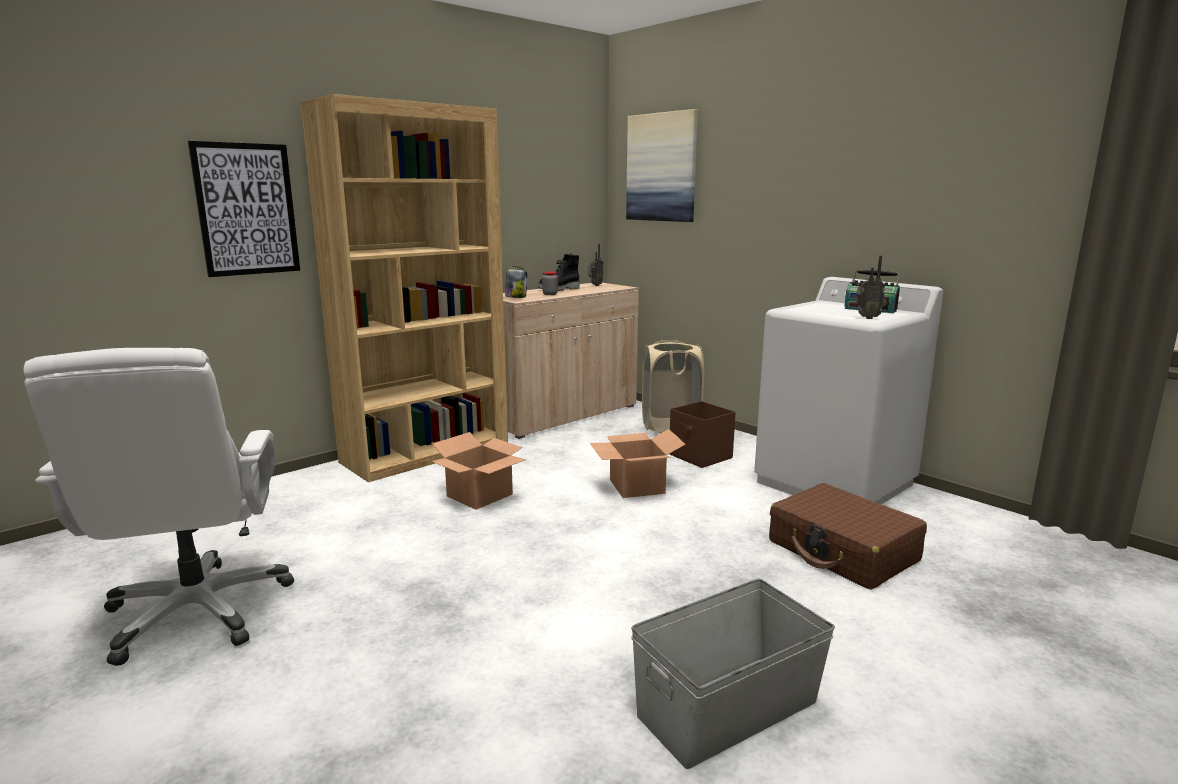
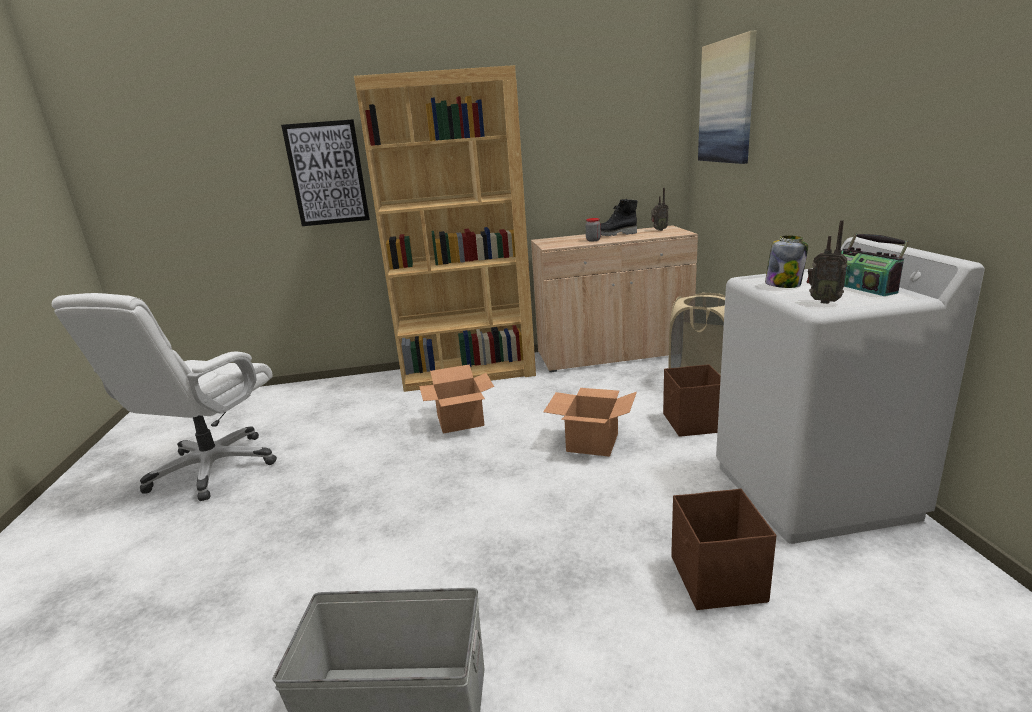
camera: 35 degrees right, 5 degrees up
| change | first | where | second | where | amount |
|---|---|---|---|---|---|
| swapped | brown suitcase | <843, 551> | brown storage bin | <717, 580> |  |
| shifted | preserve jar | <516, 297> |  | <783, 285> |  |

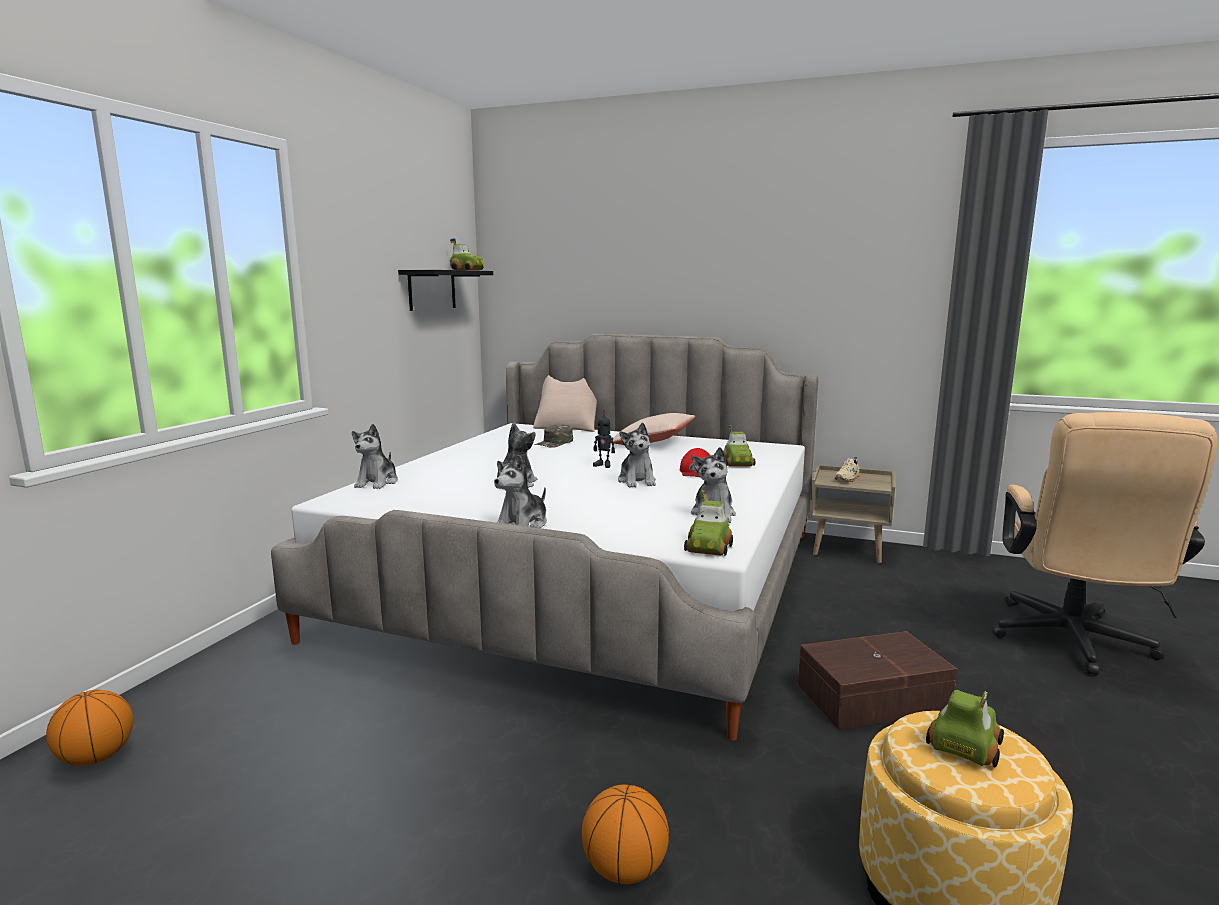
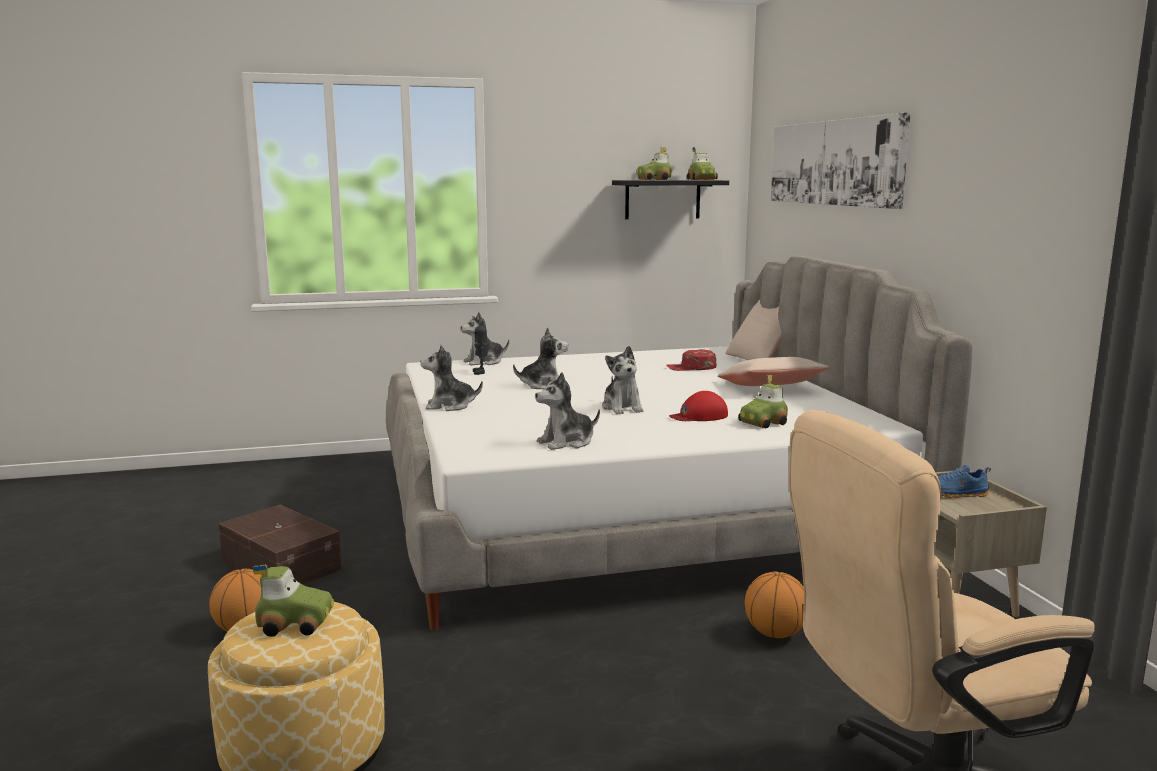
camera: 55 degrees right, 0 degrees up
| change | first | where | second | where | amount |
|---|---|---|---|---|---|
| shifted | brown storage bin | <870, 697> |  | <282, 564> |  |
| shifted | toy robot | <603, 465> |  | <480, 372> |  |
| rotated | plush toy | <637, 481> |  | <622, 408> | 60 degrees counterclockwise |
| shifted | miniature car | <709, 548> |  | <654, 180> |  |
| repainted | greenish baseball cap | <554, 443> | red baseball cap | <691, 368> |  |
| shifted | basketball | <96, 758> |  | <775, 633> |  |
| new |  |  | wall picture | <833, 162> |  |
| repainted | beige low shoe | <847, 479> | bluish low shoe | <955, 494> |  |

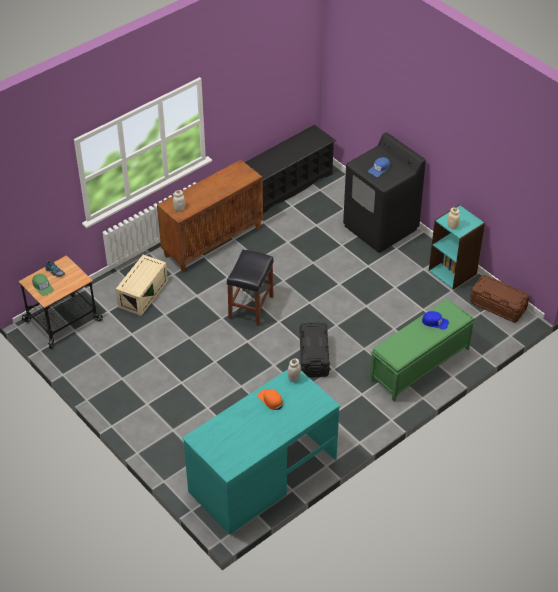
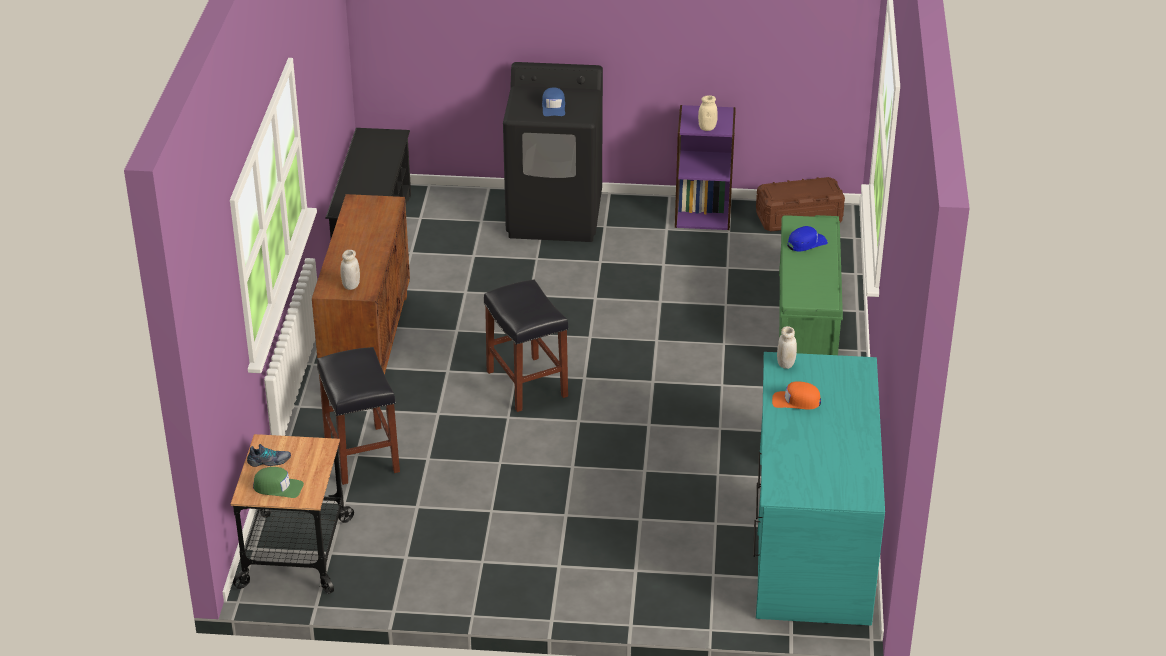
camera: 45 degrees left, 10 degrees down
| change | first | where | second | where | amount |
|---|---|---|---|---|---|
| swapped | beige storage bin | <142, 293> | blackish stool | <360, 454> |  |
| repainted | turquoise shelving unit | <453, 272> | purple-coloured shelving unit | <703, 214> |  |
| gone | blackish storage bin | <314, 357> |  |  |  |

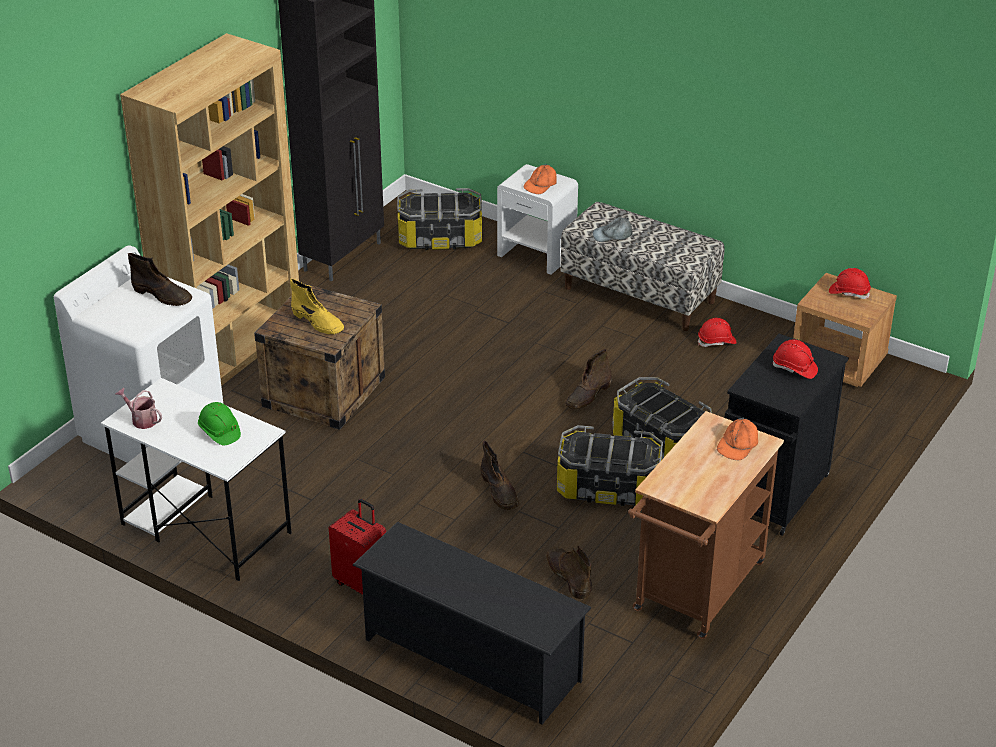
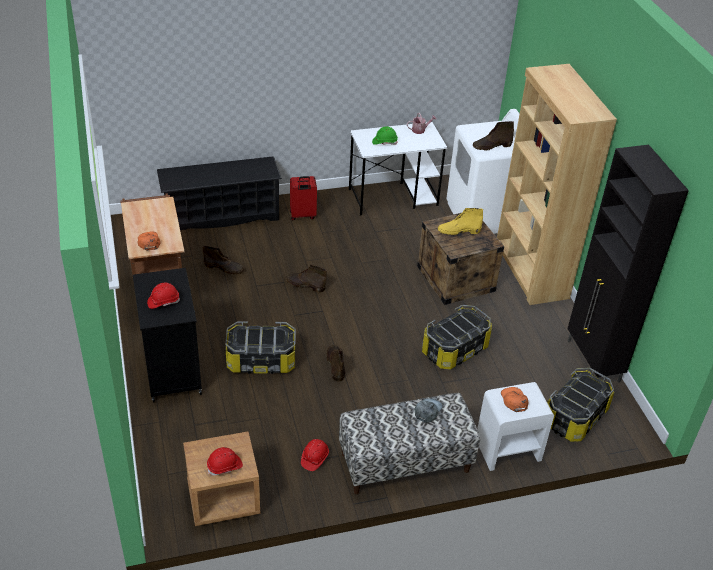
camera: 130 degrees right, 5 degrees up
| change | first | where | second | where | amount |
|---|---|---|---|---|---|
| shifted | storage bin | <608, 488> |  | <454, 349> |  |

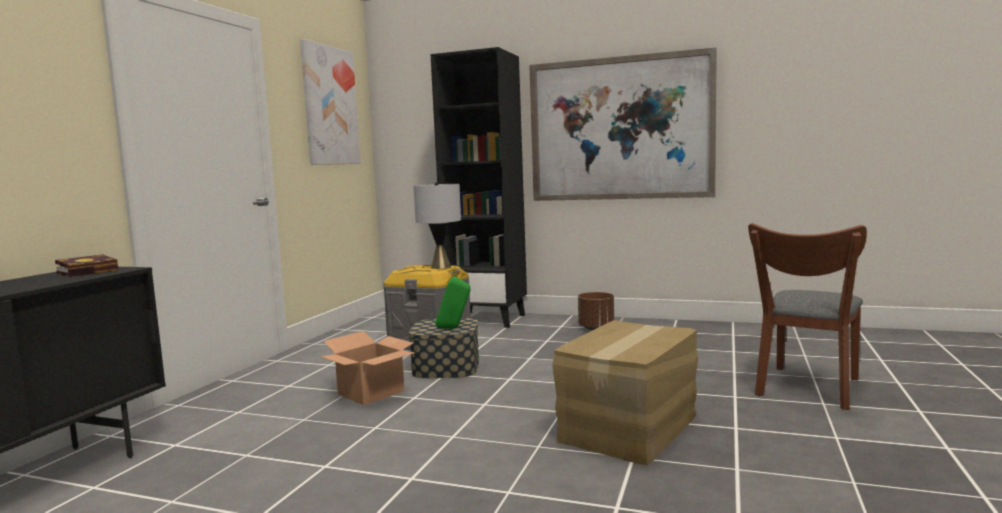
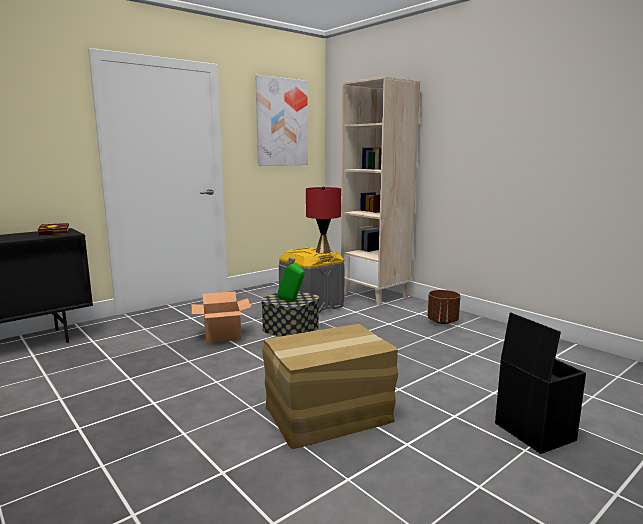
camera: 30 degrees right, 5 degrees up
| change | first | where | second | where | amount |
|---|---|---|---|---|---|
| repainted | gray lamp for a table | <440, 267> | red lamp for a table | <323, 251> |  |
| repainted | blackish shelving unit | <488, 319> | beige shelving unit | <375, 295> |  |
| swapped | brown upright chair | <807, 389> | blackish storage bin | <532, 431> |  |
| gone | wall picture | <620, 129> |  |  |  |

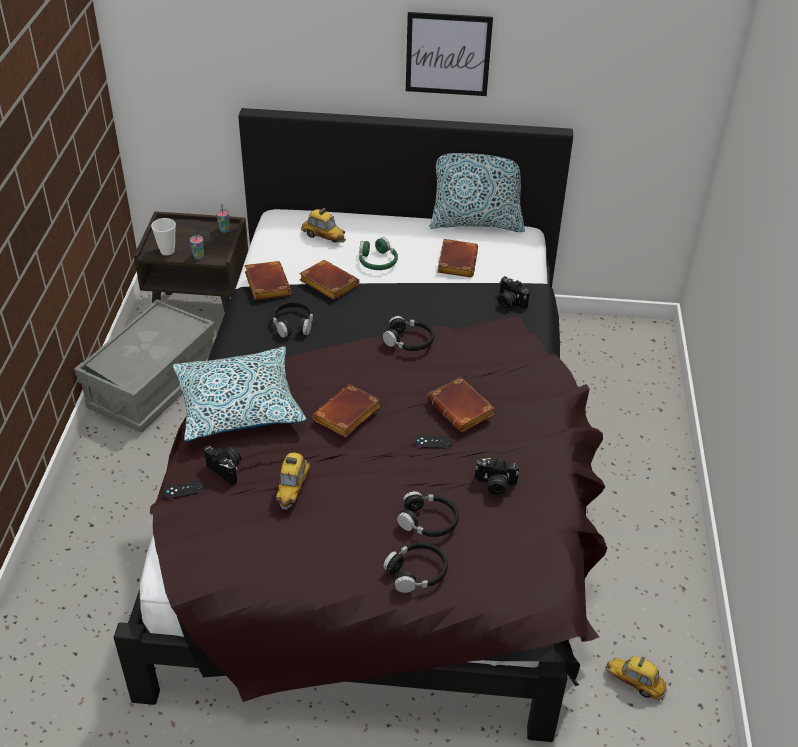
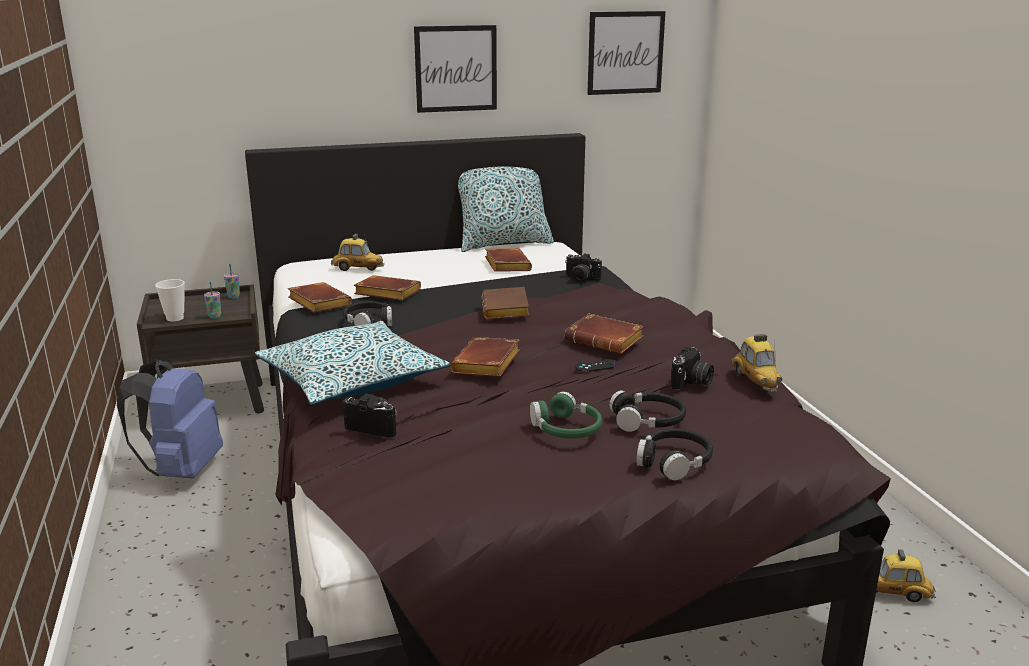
camera: 20 degrees left, 20 degrees down
| change | first | where | second | where | amount |
|---|---|---|---|---|---|
| swapped | gray storage bin | <153, 385> | bluish rucksack | <181, 470> |  |
| swapped | blackish headphones | <409, 341> | brown bound book | <507, 310> |  |
| shifted | greenish headphones | <377, 261> |  | <566, 429> |  |
| new |  |  | wall picture | <625, 53> |  |
| rotated | photo camera | <495, 485> |  | <692, 382> | 45 degrees counterclockwise |
| shifted | miniature car | <293, 488> |  | <755, 381> |  |
| gone | blackish game controller | <183, 489> |  |  |  |

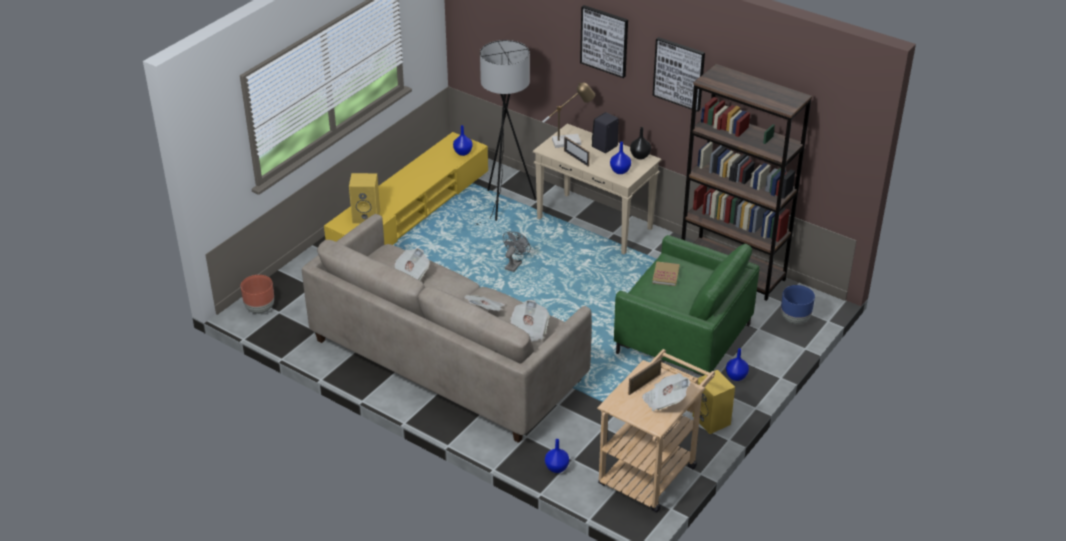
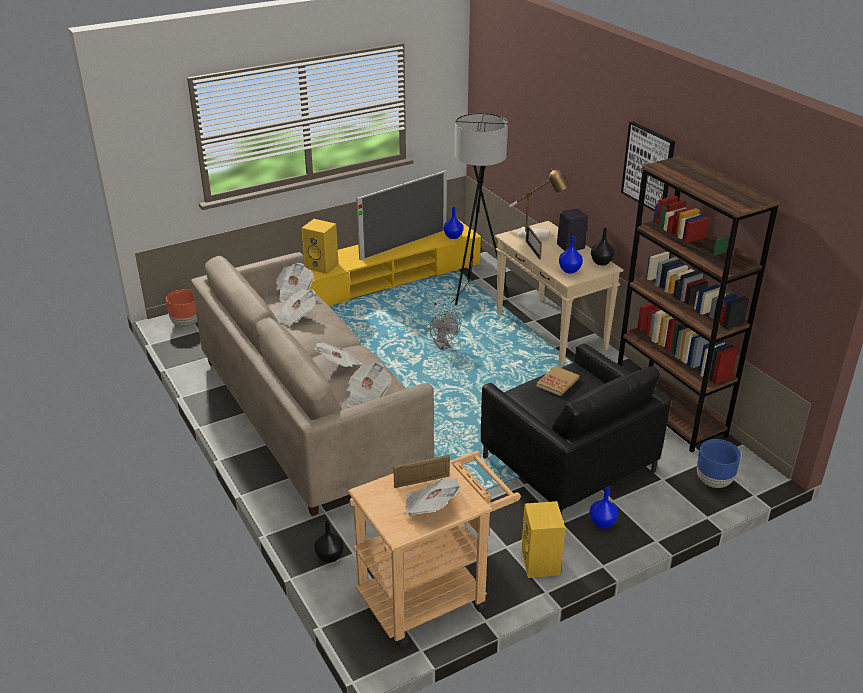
camera: 25 degrees right, 5 degrees down
| change | first | where | second | where | amount |
|---|---|---|---|---|---|
| new |  |  | daily paper | <294, 292> |  |
| repainted | bluish flower vase | <556, 468> | blackish flower vase | <329, 556> |  |
| new |  |  | TV set | <404, 244> |  |
| rotated | gray fan | <514, 264> |  | <443, 346> | 105 degrees clockwise |
| repainted | greenish easy chair | <683, 339> | blackish easy chair | <568, 465> |  |
| gone | wall picture | <604, 40> |  |  |  |

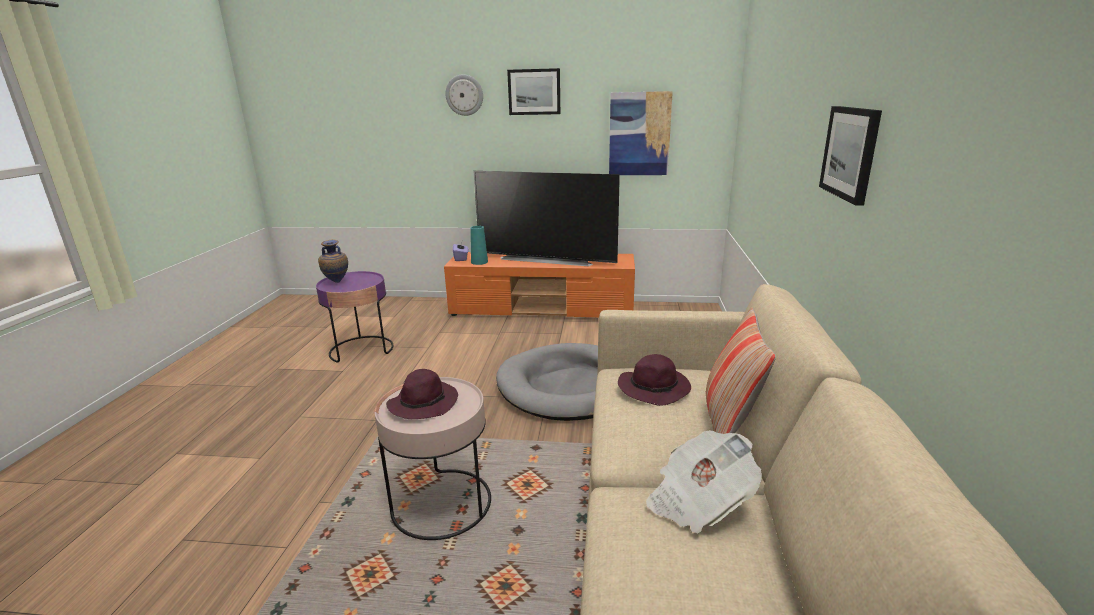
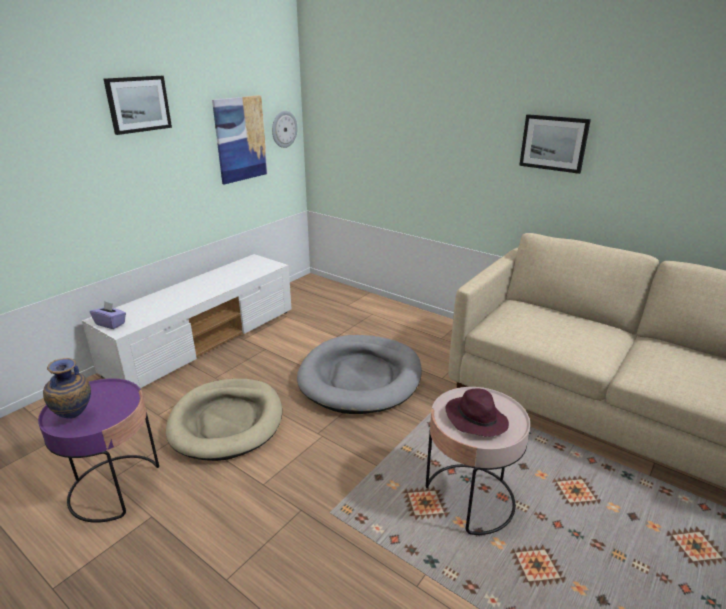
camera: 60 degrees left, 5 degrees up
| change | first | where | second | where | amount |
|---|---|---|---|---|---|
| repainted | orangey tv unit | <543, 309> | white tv unit | <205, 340> |  |
| new |  |  | beige dog cushion | <227, 421> |  |
| shifted | hanging clock | <464, 95> |  | <284, 129> |  |
| gone | turquoise flower vase | <479, 262> |  |  |  |
| gone | TV set | <547, 259> |  |  |  |
| gone | purple-coloured hat | <655, 388> |  |  |  |
| gone | daily paper | <698, 501> |  |  |  |
| gone | cushion | <729, 423> |  |  |  |

